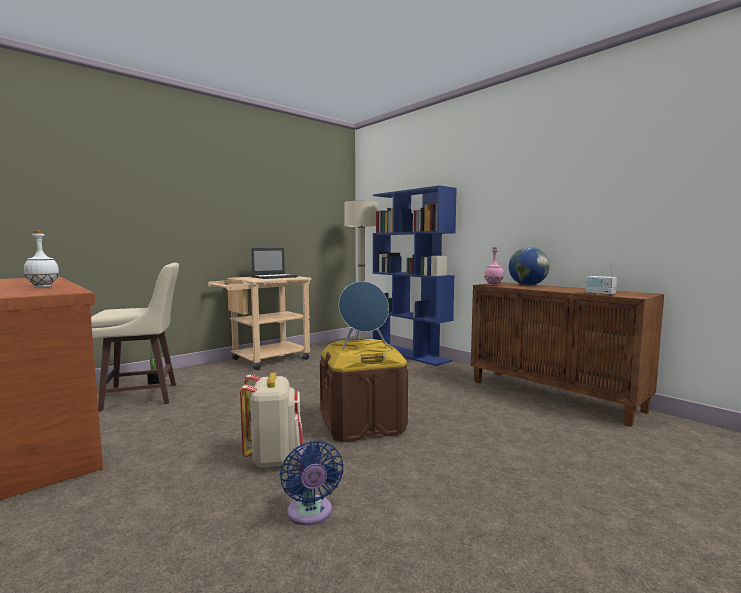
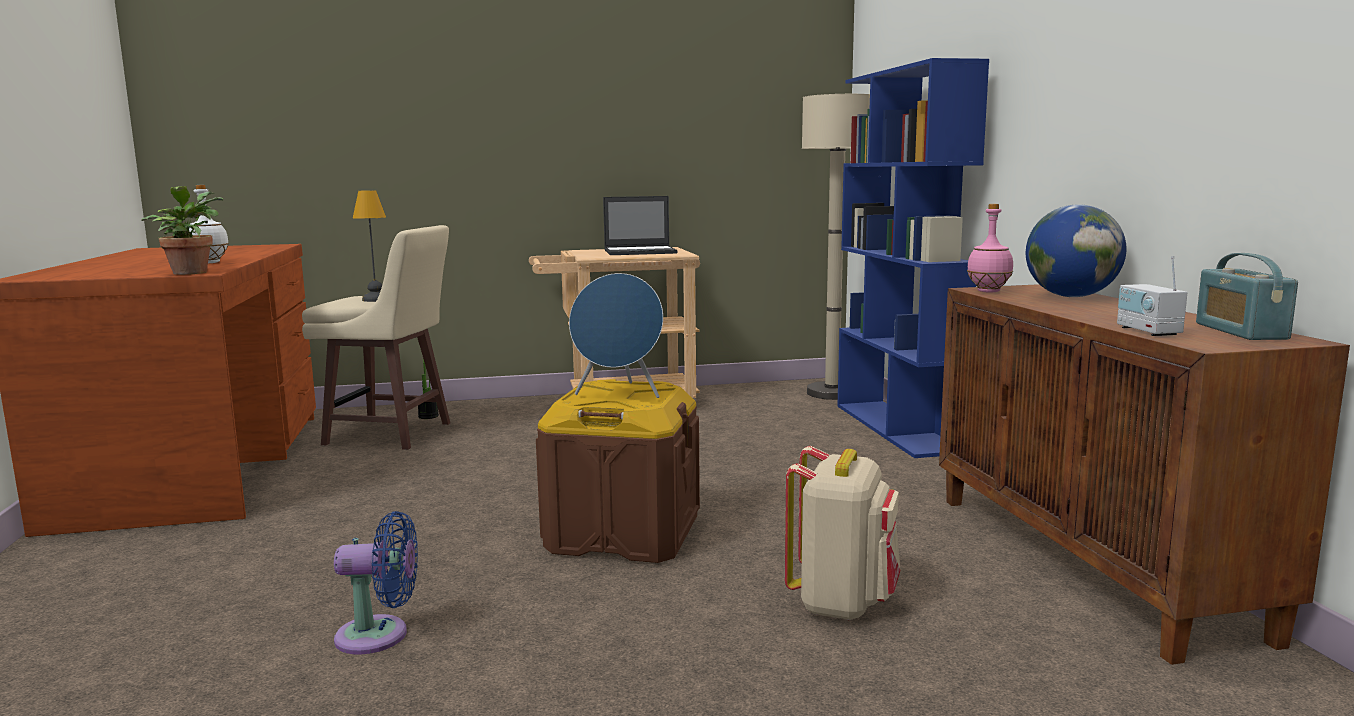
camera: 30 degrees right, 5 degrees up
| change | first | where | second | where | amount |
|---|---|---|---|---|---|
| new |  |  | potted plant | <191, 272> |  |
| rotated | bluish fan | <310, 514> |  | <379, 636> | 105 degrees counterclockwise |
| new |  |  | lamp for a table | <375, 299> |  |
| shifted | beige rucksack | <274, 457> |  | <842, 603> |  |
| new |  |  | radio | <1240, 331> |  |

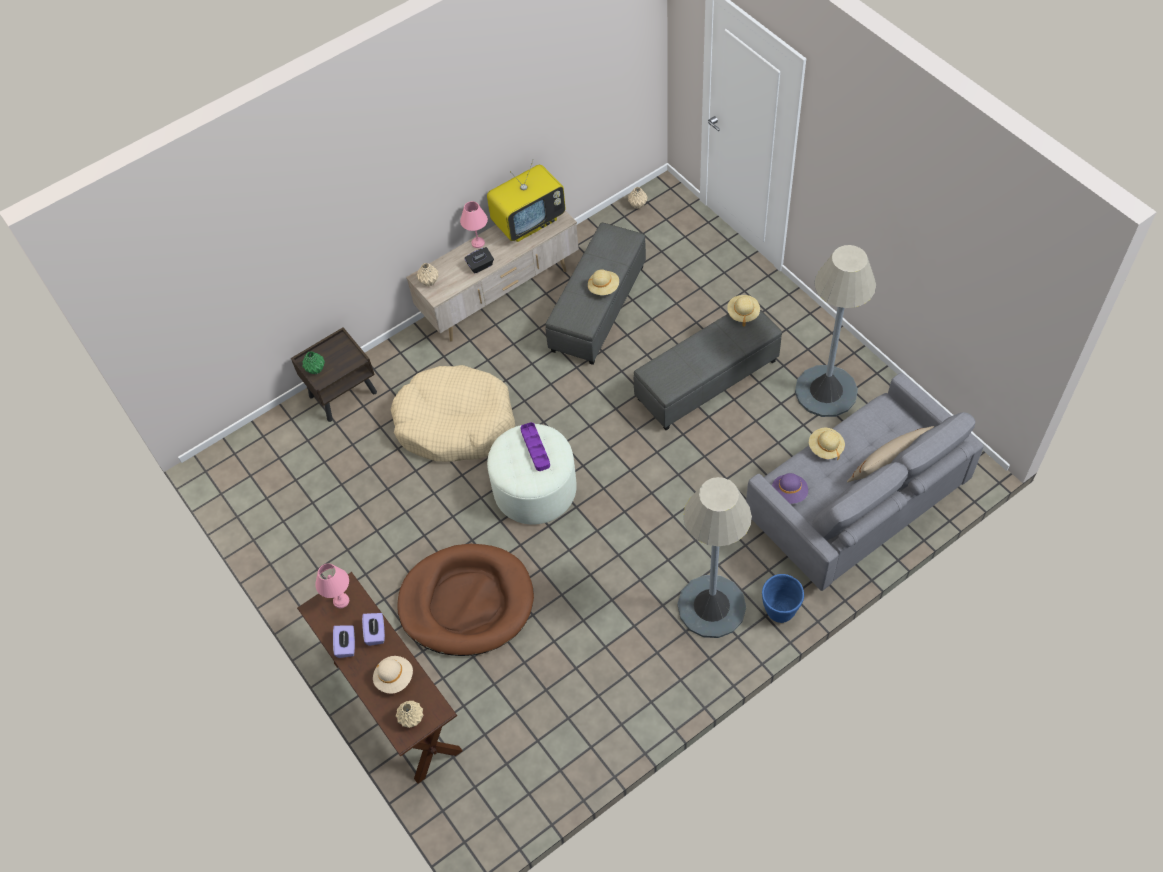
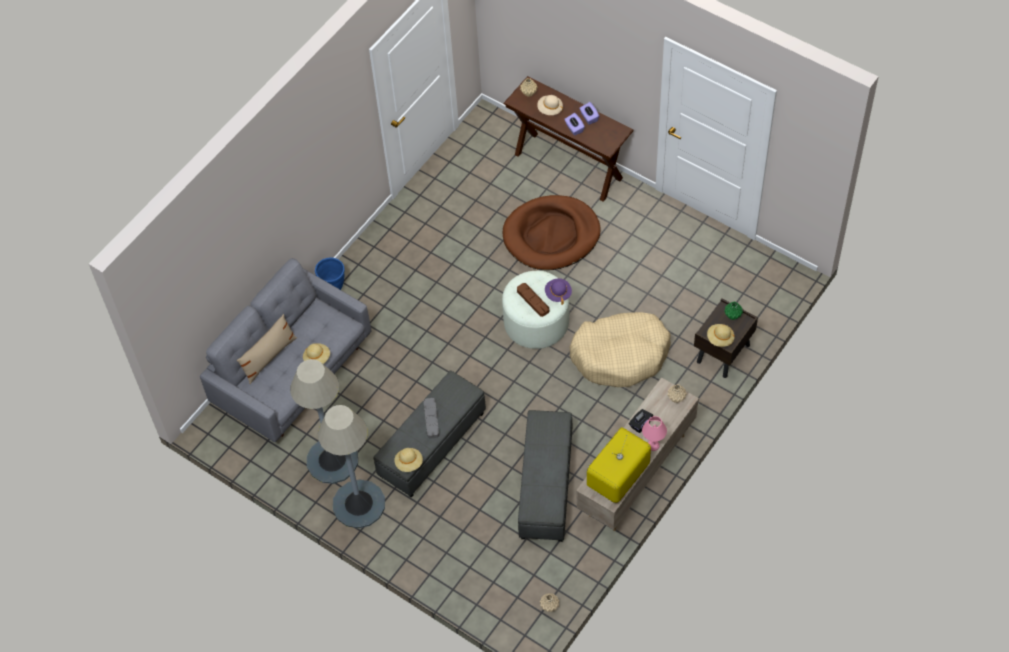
camera: 160 degrees right, 0 degrees up
| change | first | where | second | where | amount |
|---|---|---|---|---|---|
| shifted | gray standard lamp | <711, 606> |  | <359, 504> |  |
| new |  |  | gray serving tray | <431, 419> |  |
| repainted | purple-coloured serving tray | <535, 448> | brown serving tray | <533, 301> |  |
| shifted | purple-coloured hat | <789, 493> |  | <558, 294> |  |
| shifted | beige hat | <603, 288> |  | <720, 339> |  |
| gone | pinkish lamp for a table | <341, 600> |  |  |  |

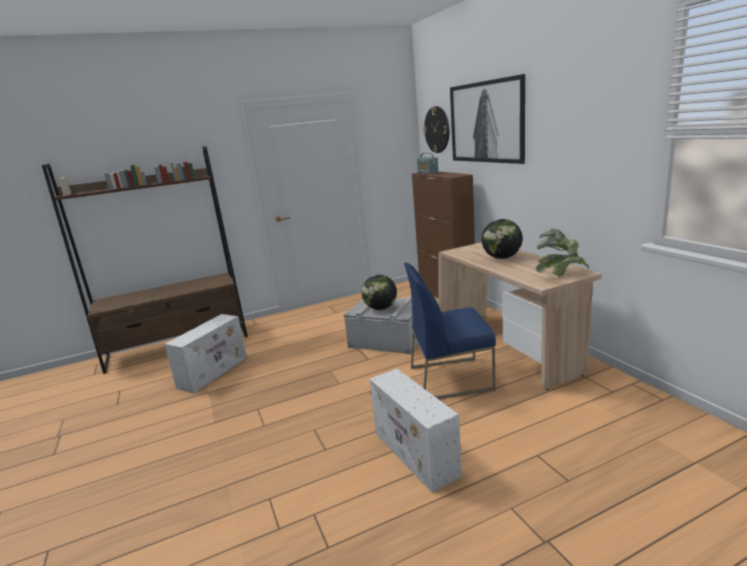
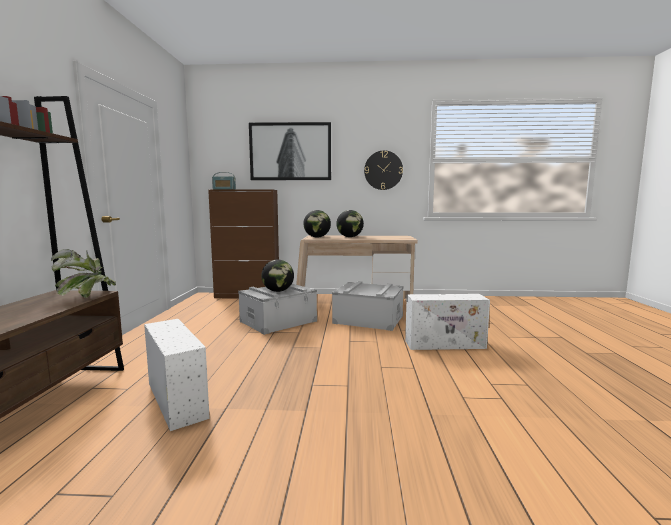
camera: 65 degrees left, 10 degrees down
| change | first | where | second | where | amount |
|---|---|---|---|---|---|
| shifted | potted plant | <561, 274> |  | <86, 296> |  |
| new |  |  | globe | <317, 237> |  |
| swapped | bluish upright chair | <451, 378> | gray storage bin | <368, 319> |  |
| shifted | hanging clock | <437, 129> |  | <383, 170> |  |

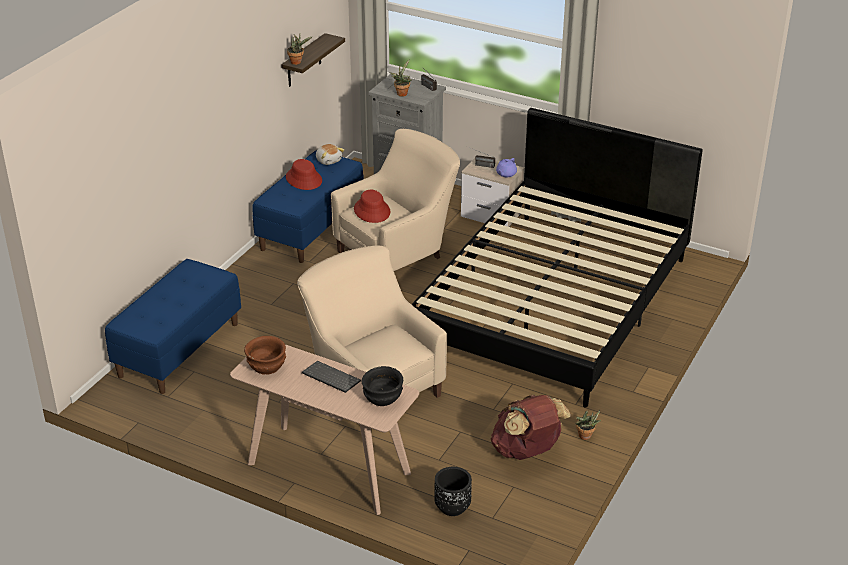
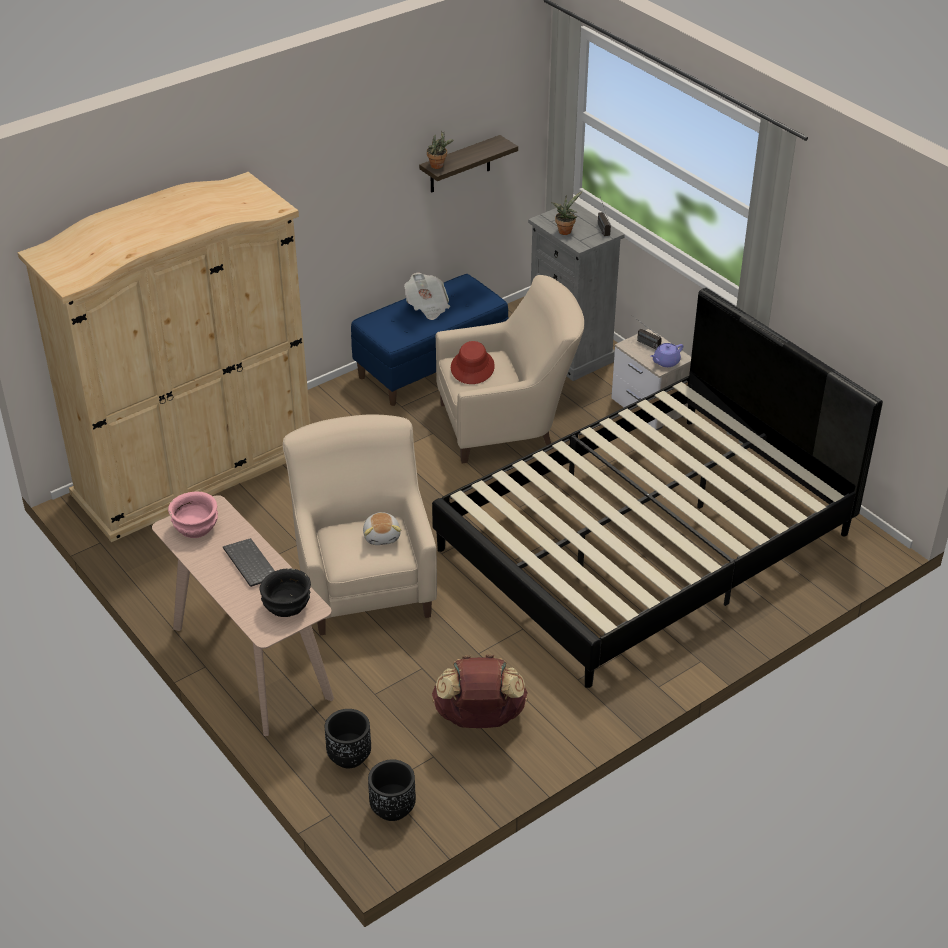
camera: 25 degrees right, 5 degrees up
| change | first | where | second | where | amount |
|---|---|---|---|---|---|
| swapped | bluish long seat | <179, 349> | beige clothes cupboard | <195, 471> |  |
| repainted | brown serving bowl | <267, 365> | pinkish serving bowl | <196, 527> |  |
| shifted | plush toy | <329, 160> |  | <382, 536> |  |
| new |  |  | blackish plant pot | <392, 808> |  |
| swapped | red hat | <304, 179> | daily paper | <427, 307> |  |
| gone | potted plant | <586, 437> |  |  |  |

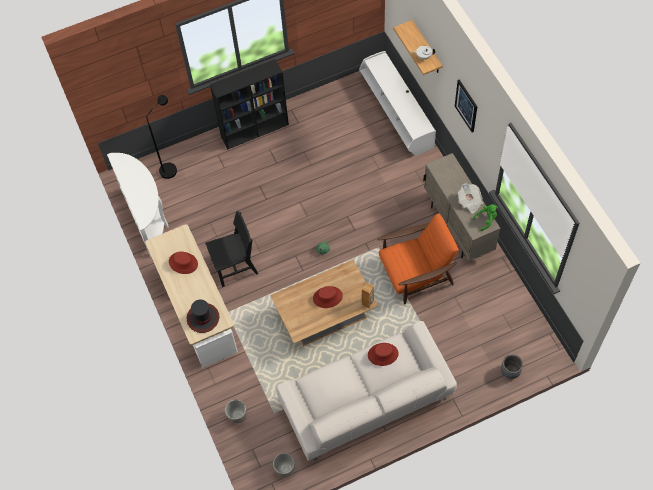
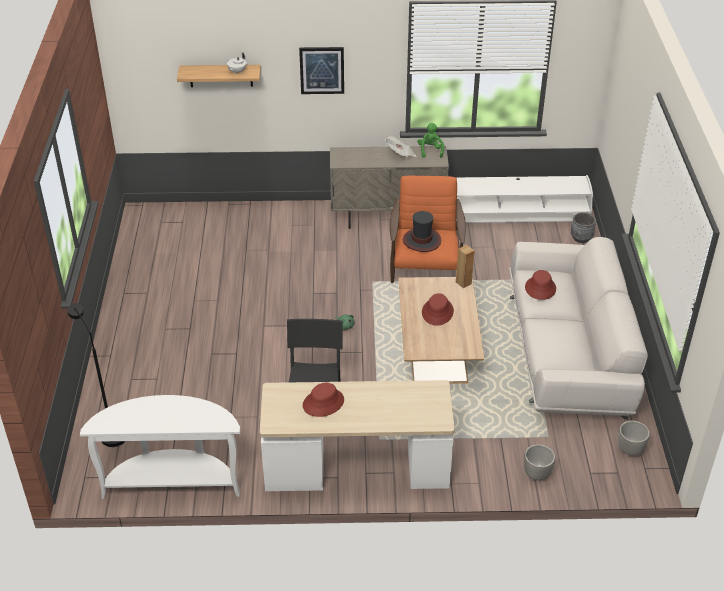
camera: 70 degrees left, 20 degrees down
| change | first | where | second | where | amount |
|---|---|---|---|---|---|
| shifted | hat | <203, 318> |  | <422, 240> |  |
| shifted | white tv unit | <396, 113> |  | <516, 217> |  |
| gone | blackish shelving unit | <255, 130> |  |  |  |

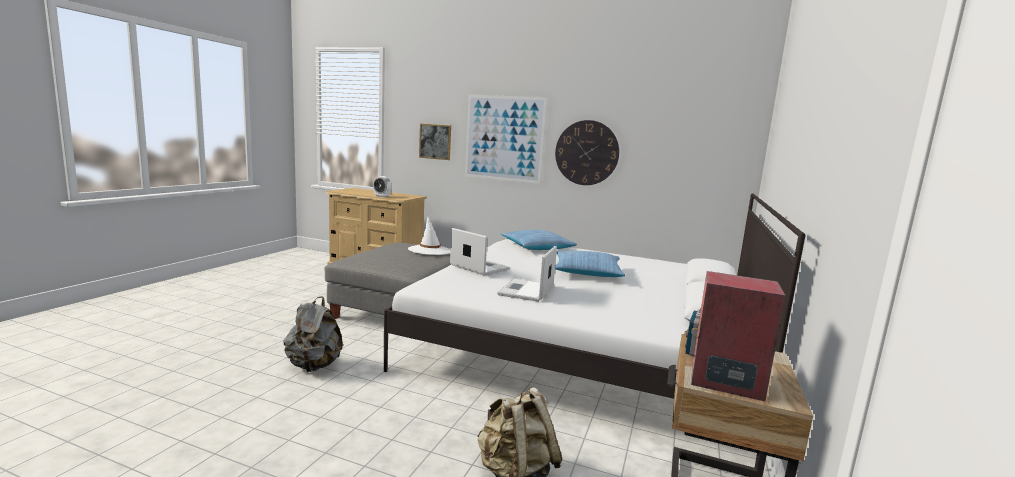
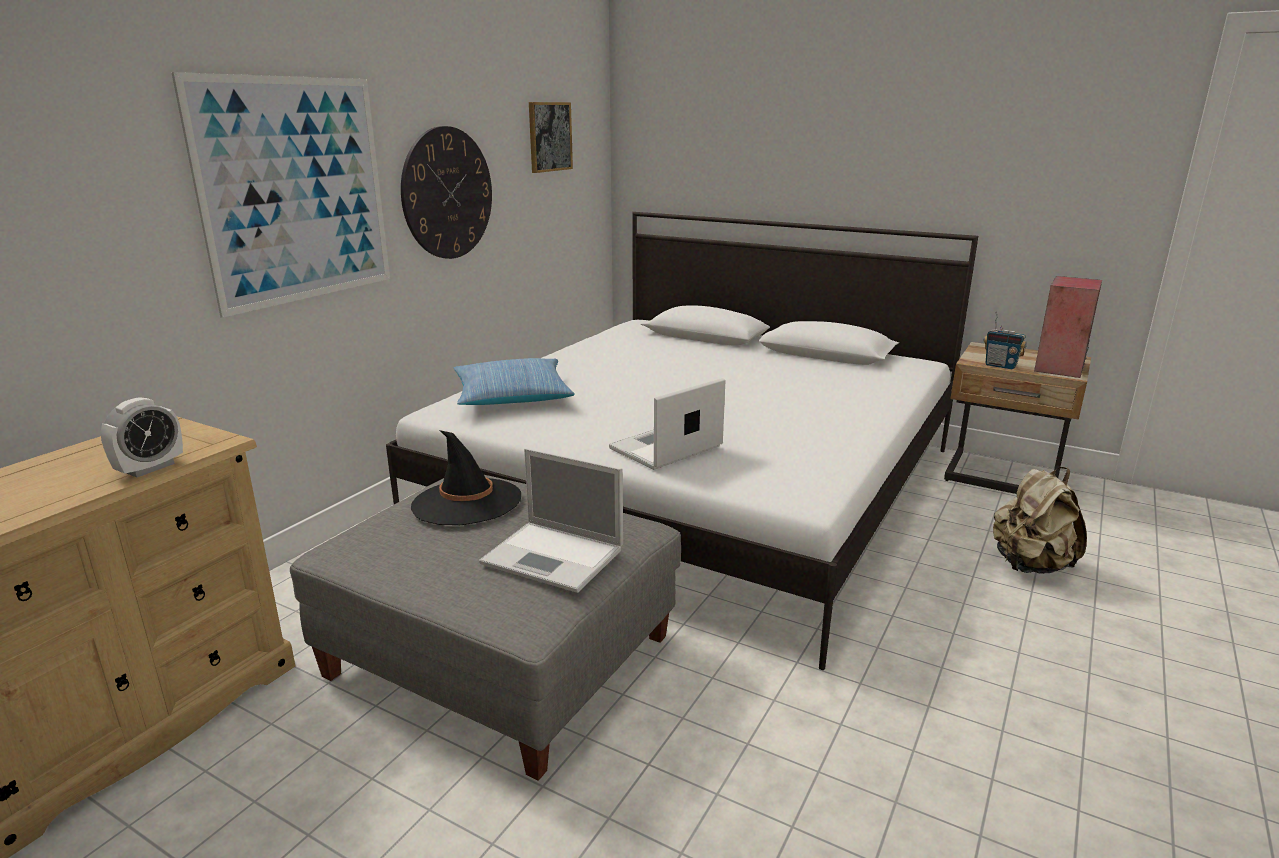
camera: 80 degrees left, 10 degrees up
| change | first | where | second | where | amount |
|---|---|---|---|---|---|
| repainted | white hat | <430, 250> | blackish hat | <467, 502> |  |
| shifted | notebook computer | <526, 291> |  | <555, 557> |  |
| shifted | wall picture | <435, 141> |  | <549, 137> |  |
| gone | gray rucksack | <314, 366> |  |  |  |
| gone | cushion | <587, 272> |  |  |  |

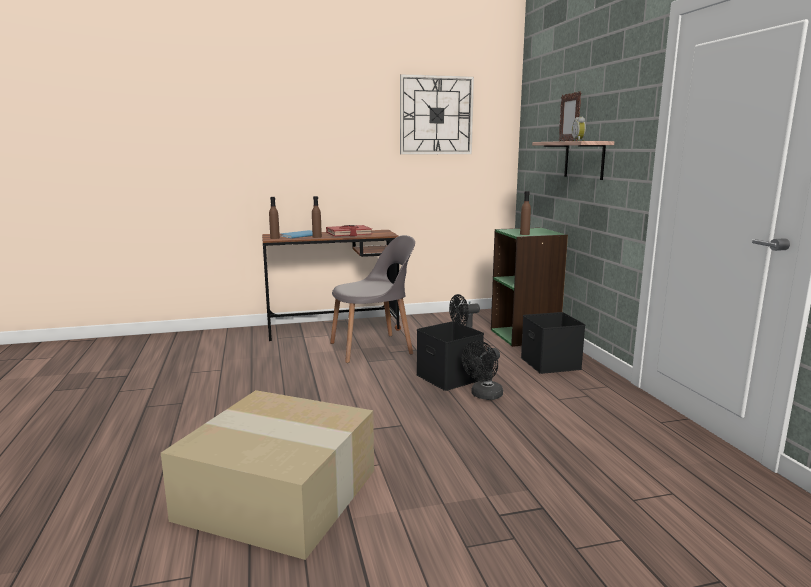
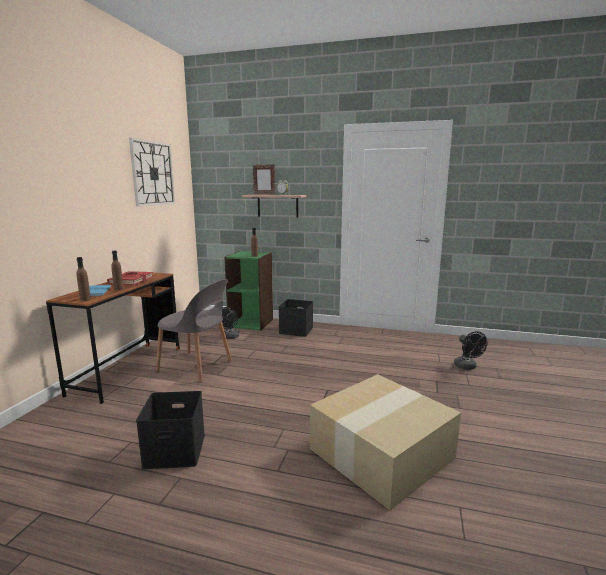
camera: 60 degrees left, 0 degrees up
| change | first | where | second | where | amount |
|---|---|---|---|---|---|
| shifted | blackish storage bin | <447, 377> |  | <173, 451> |  |
| rotated | gray upright chair | <373, 348> |  | <196, 366> | 105 degrees clockwise |
| shifted | blackish fan | <484, 396> |  | <467, 367> |  |

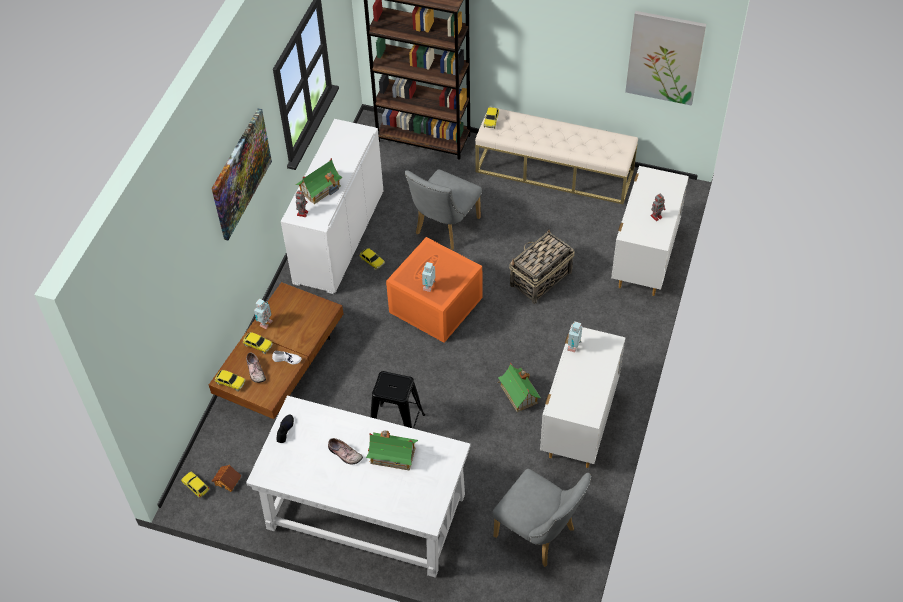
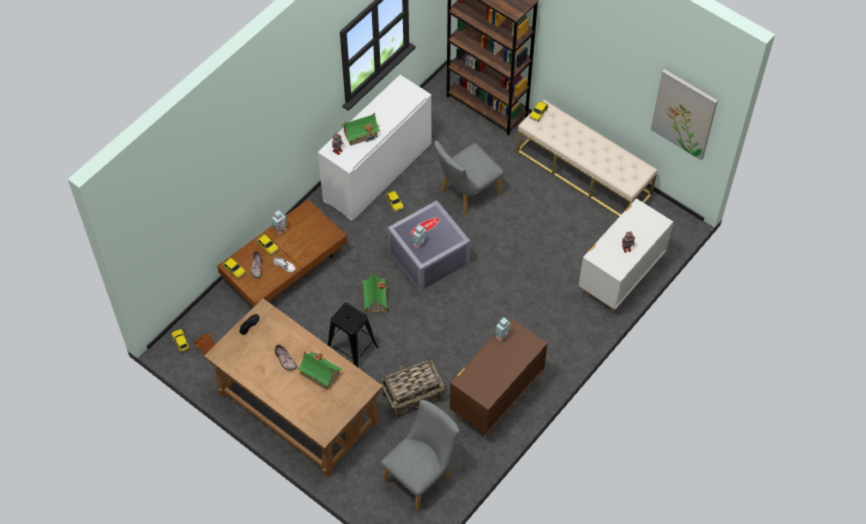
camera: 20 degrees right, 5 degrees up
| change | first | where | second | where | amount |
|---|---|---|---|---|---|
| repainted | white desk table | <366, 512> | brown desk table | <298, 408> |  |
| shifted | toy house | <518, 394> |  | <375, 299> |  |
| shifted | basket | <540, 279> |  | <412, 397> |  |
| rotated | gray upright chair | <539, 535> |  | <421, 475> | 105 degrees counterclockwise |
| repainted | orangey storage bin | <436, 306> | gray storage bin | <428, 259> |  |
| repainted | white dresser | <578, 424> | brown dresser | <495, 398> |  |
| gone | wall picture | <241, 173> |  |  |  |

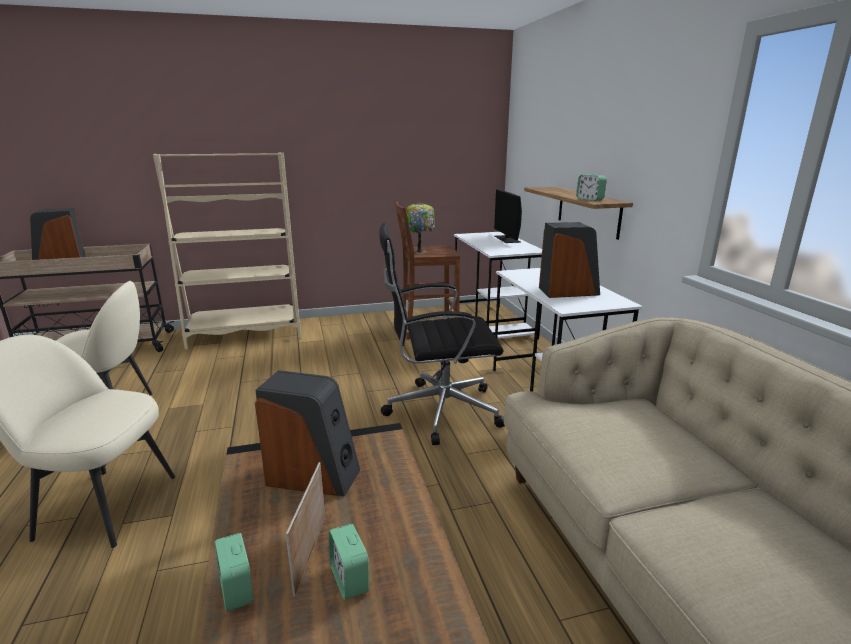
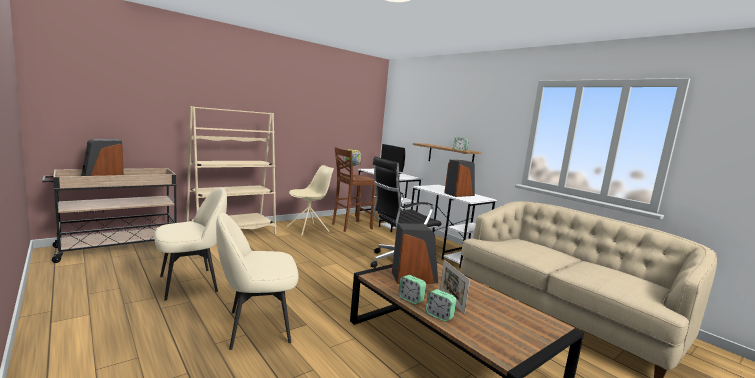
camera: 25 degrees left, 10 degrees down
| change | first | where | second | where | amount |
|---|---|---|---|---|---|
| new |  |  | beige upright chair | <308, 229> |  |
| shifted | bedside clock | <349, 579> |  | <410, 299> |  |

